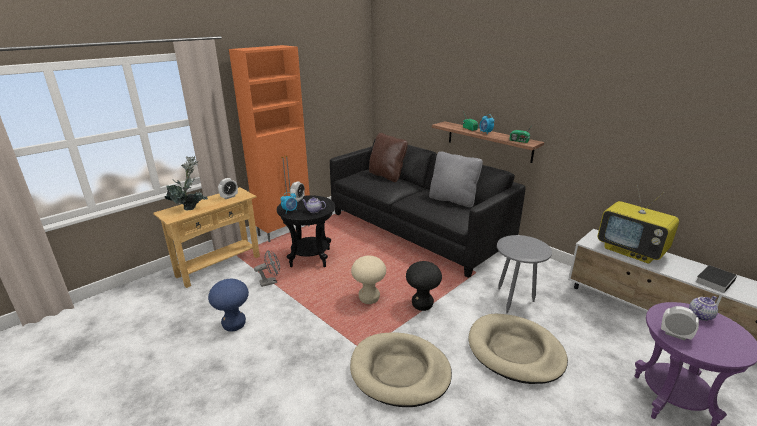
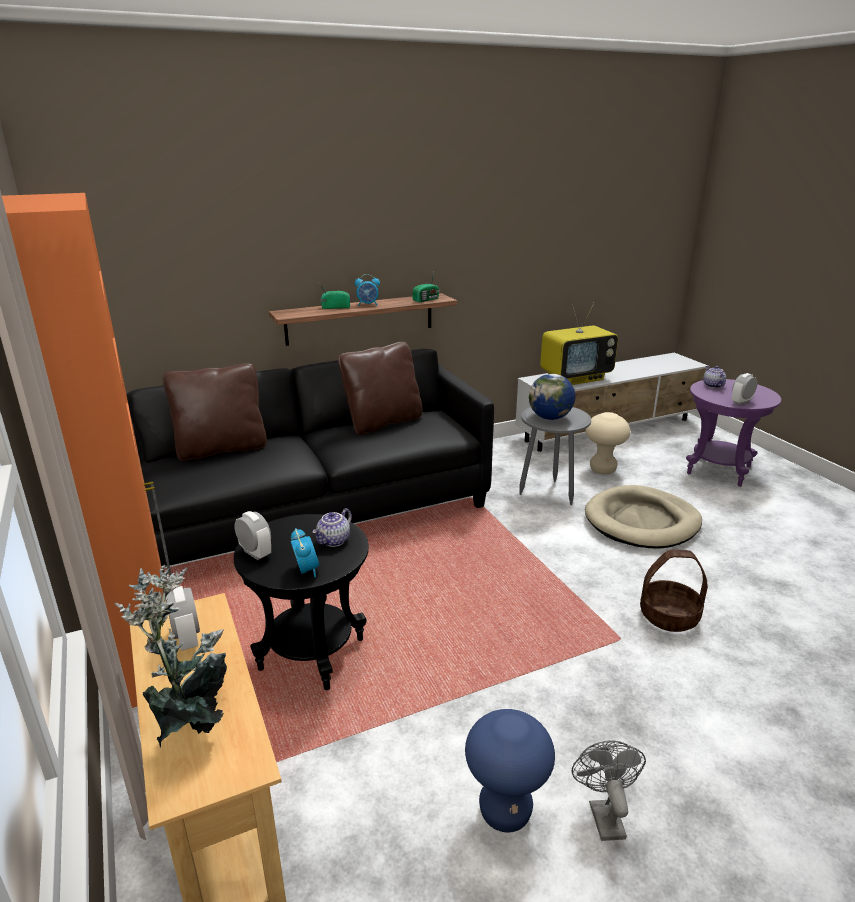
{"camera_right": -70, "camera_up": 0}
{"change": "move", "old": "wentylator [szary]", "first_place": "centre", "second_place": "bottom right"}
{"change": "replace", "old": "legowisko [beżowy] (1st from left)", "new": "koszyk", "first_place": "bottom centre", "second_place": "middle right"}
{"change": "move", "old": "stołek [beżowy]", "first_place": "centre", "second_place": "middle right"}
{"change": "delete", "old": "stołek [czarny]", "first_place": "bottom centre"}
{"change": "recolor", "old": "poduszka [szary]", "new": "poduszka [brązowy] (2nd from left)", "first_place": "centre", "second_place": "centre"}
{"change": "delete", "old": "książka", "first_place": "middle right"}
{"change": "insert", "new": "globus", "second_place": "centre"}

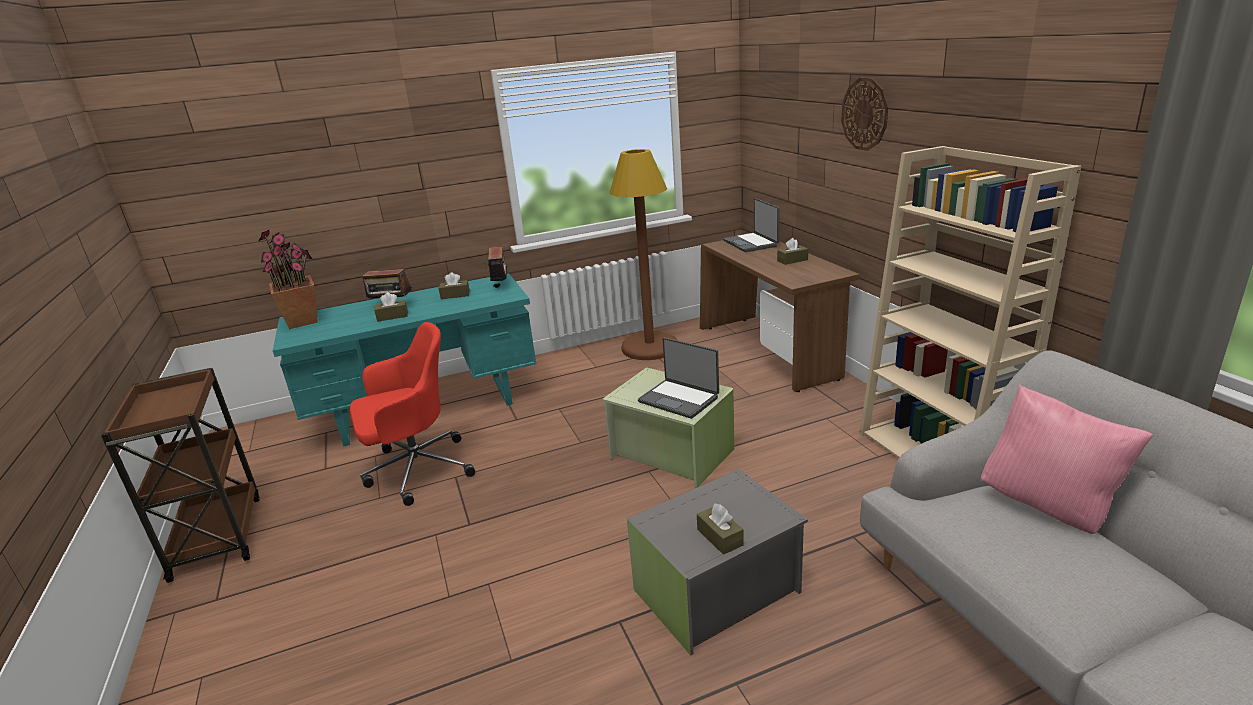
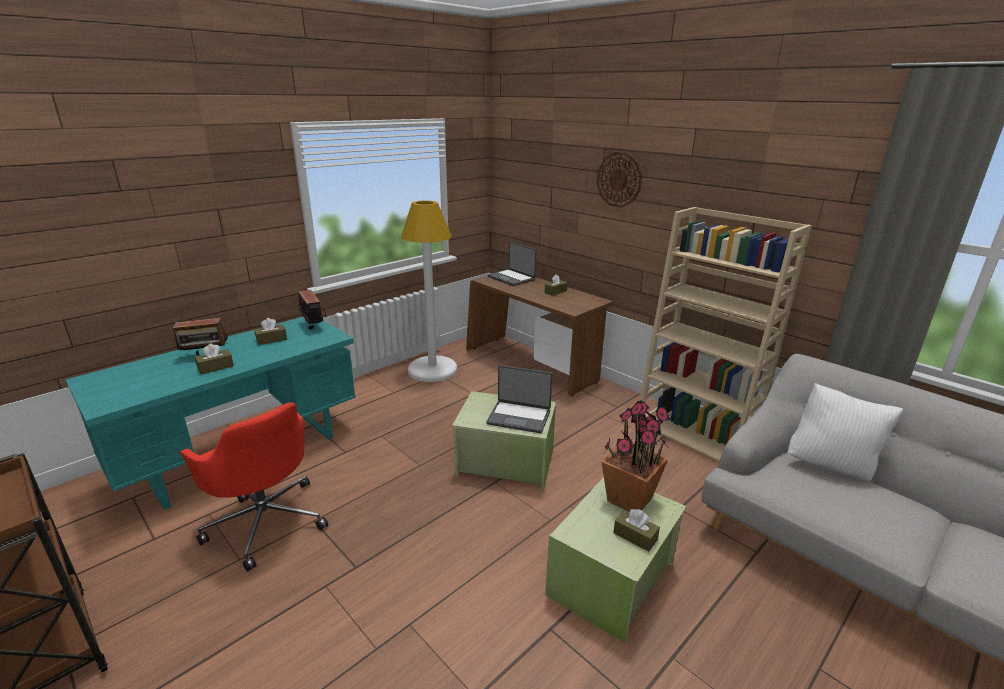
{"camera_right": -25, "camera_up": 0}
{"change": "move", "old": "roślina doniczkowa", "first_place": "middle left", "second_place": "centre"}
{"change": "rotate", "old": "krzesło biurowe [czerwony]", "first_place": "middle left", "second_place": "bottom left", "degrees": 90}
{"change": "recolor", "old": "lampa stojąca [brązowy]", "new": "lampa stojąca [biały]", "first_place": "centre", "second_place": "centre"}
{"change": "recolor", "old": "pojemnik do przechowywania [szary]", "new": "pojemnik do przechowywania [zielony] (2nd from left)", "first_place": "bottom centre", "second_place": "bottom centre"}
{"change": "recolor", "old": "poduszka [różowy]", "new": "poduszka [biały]", "first_place": "middle right", "second_place": "middle right"}

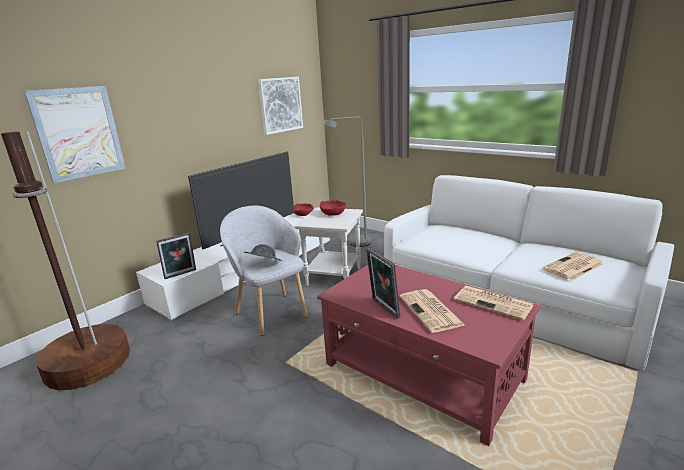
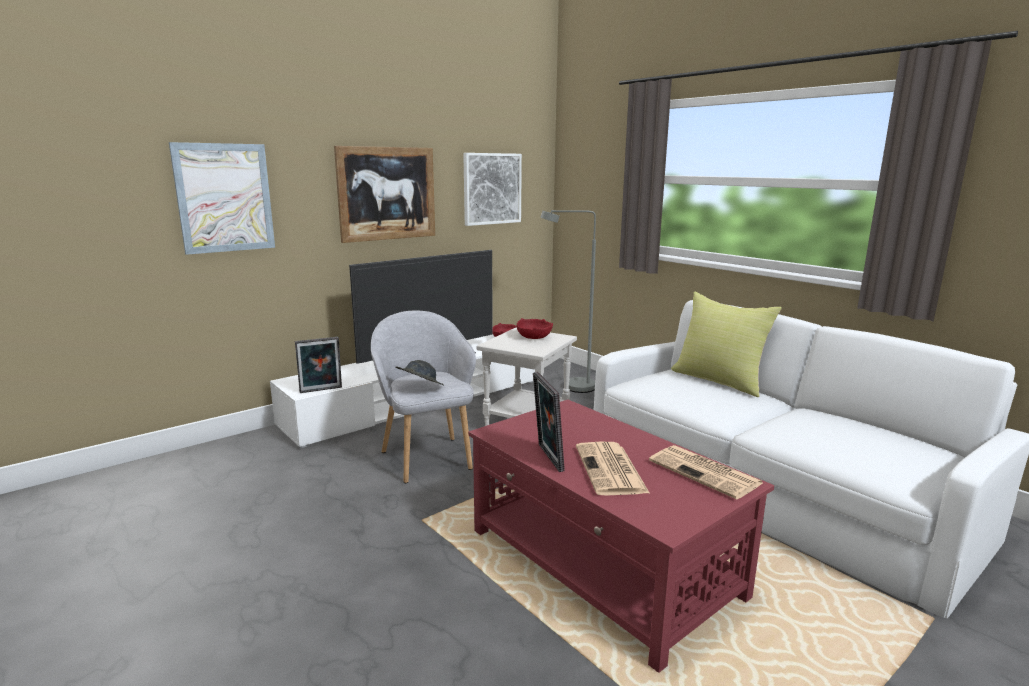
{"camera_right": 10, "camera_up": -5}
{"change": "delete", "old": "lampa stojąca [brązowy]", "first_place": "middle left"}
{"change": "delete", "old": "gazeta (3rd from left)", "first_place": "middle right"}
{"change": "insert", "new": "obraz (2nd from left)", "second_place": "top centre"}
{"change": "insert", "new": "poduszka [żółty]", "second_place": "middle right"}

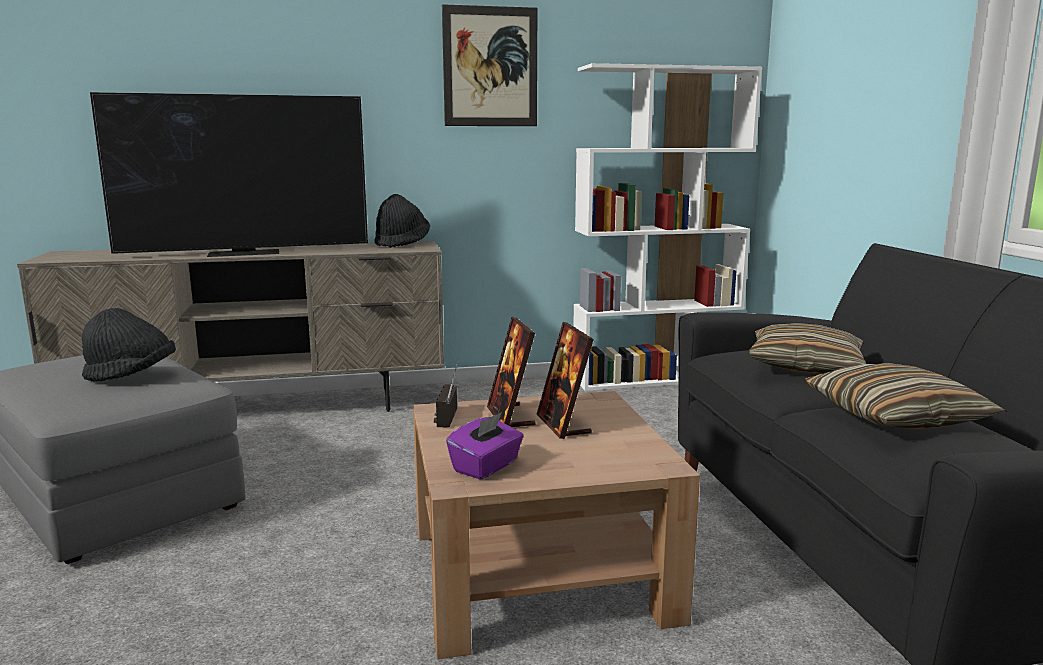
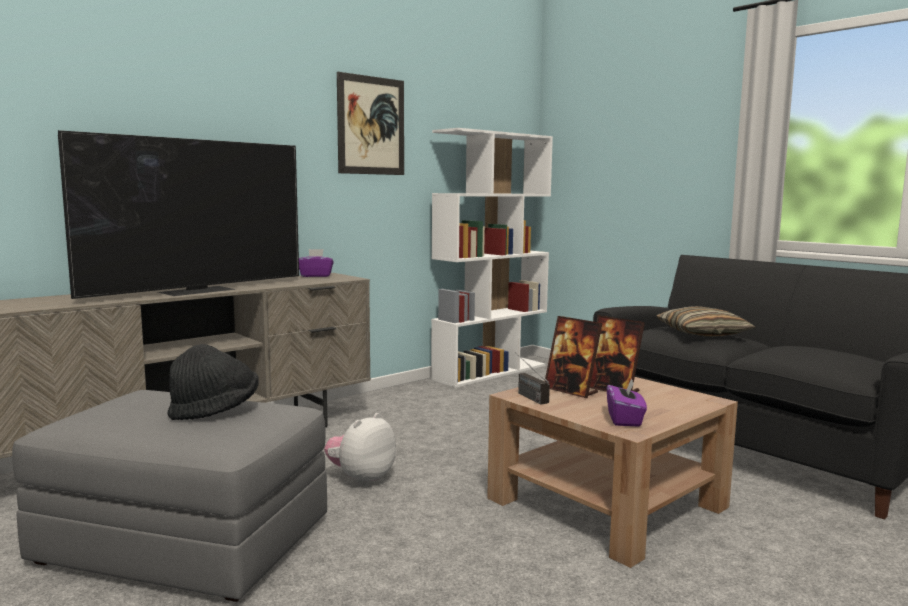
{"camera_right": -30, "camera_up": -5}
{"change": "replace", "old": "kapelusz [czarny] (2nd from left)", "new": "pudełko chusteczek [fioletowy] (1st from left)", "first_place": "top centre", "second_place": "centre"}
{"change": "delete", "old": "poduszka (2nd from left)", "first_place": "middle right"}
{"change": "insert", "new": "pluszak", "second_place": "bottom centre"}

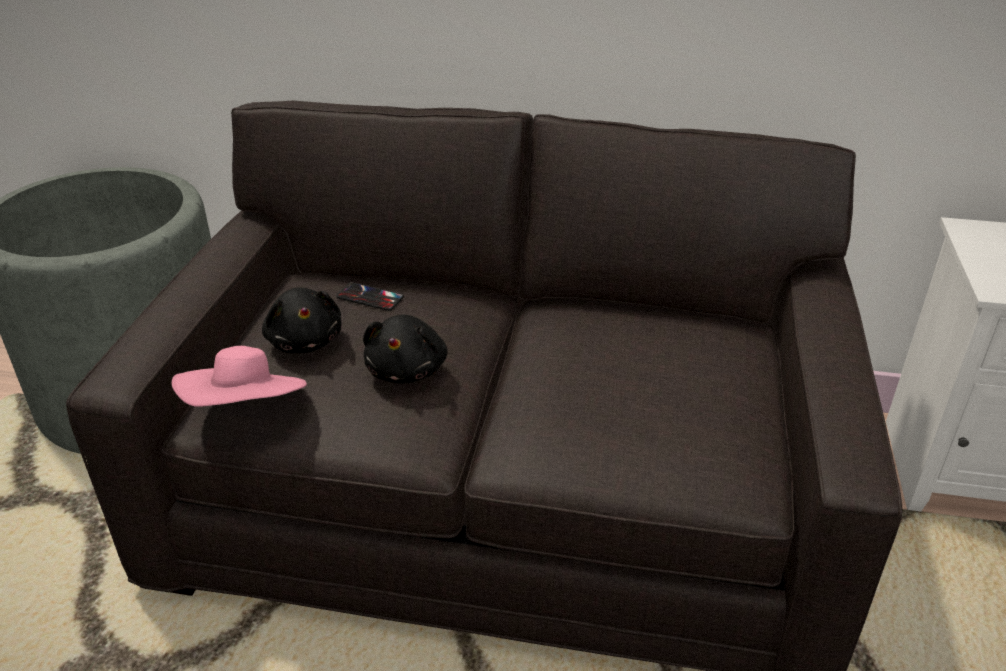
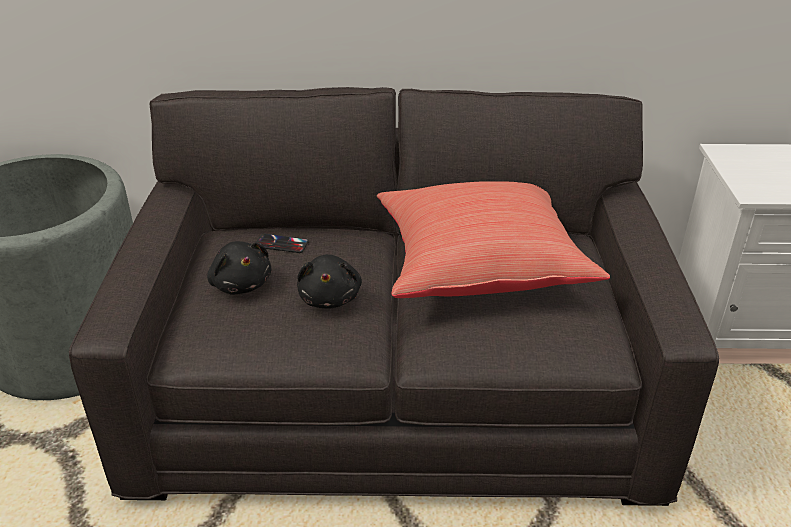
{"camera_right": -10, "camera_up": 0}
{"change": "delete", "old": "kapelusz [różowy]", "first_place": "middle left"}
{"change": "insert", "new": "poduszka [czerwony]", "second_place": "centre"}

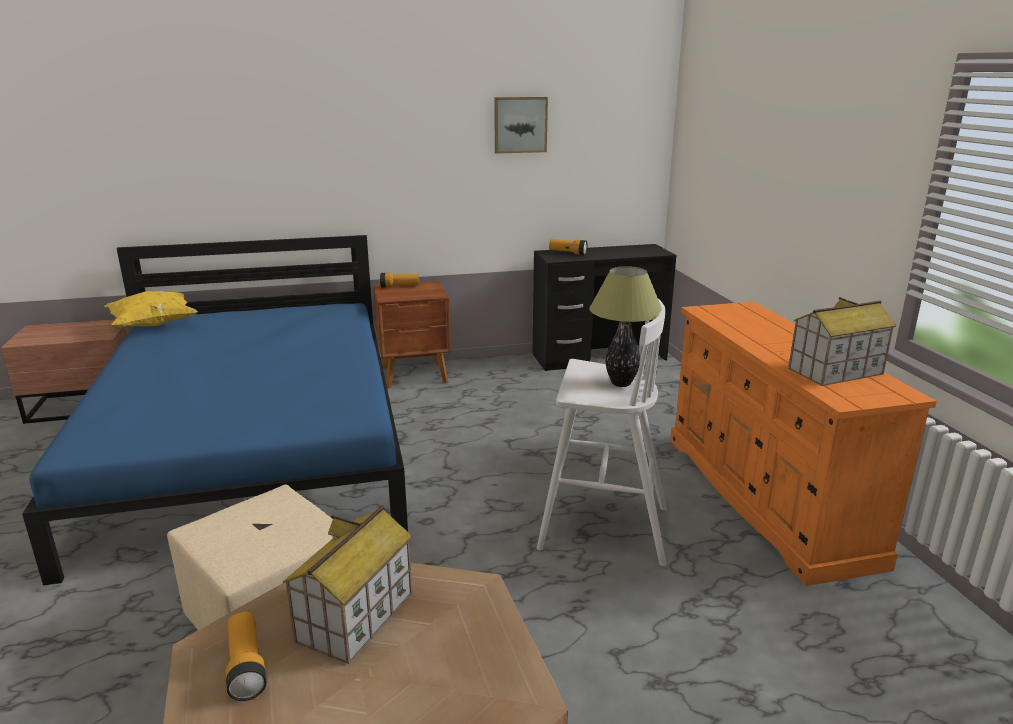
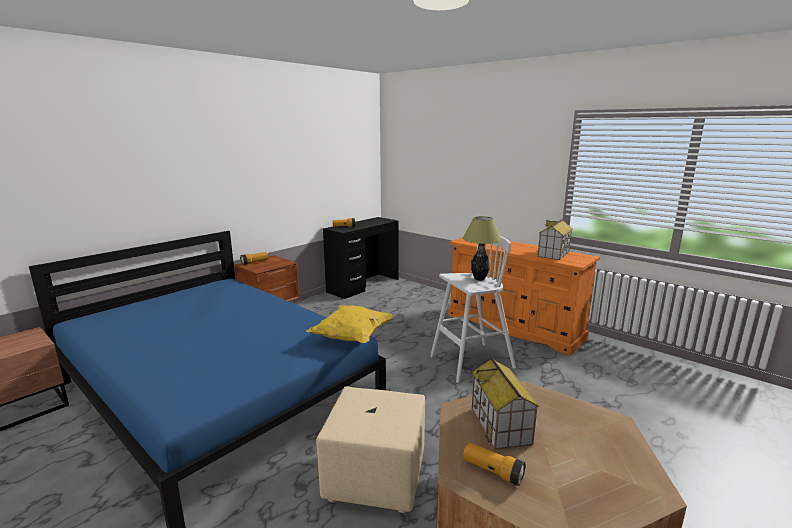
{"camera_right": -35, "camera_up": -5}
{"change": "move", "old": "poduszka [żółty]", "first_place": "middle left", "second_place": "centre"}
{"change": "delete", "old": "obraz", "first_place": "top centre"}

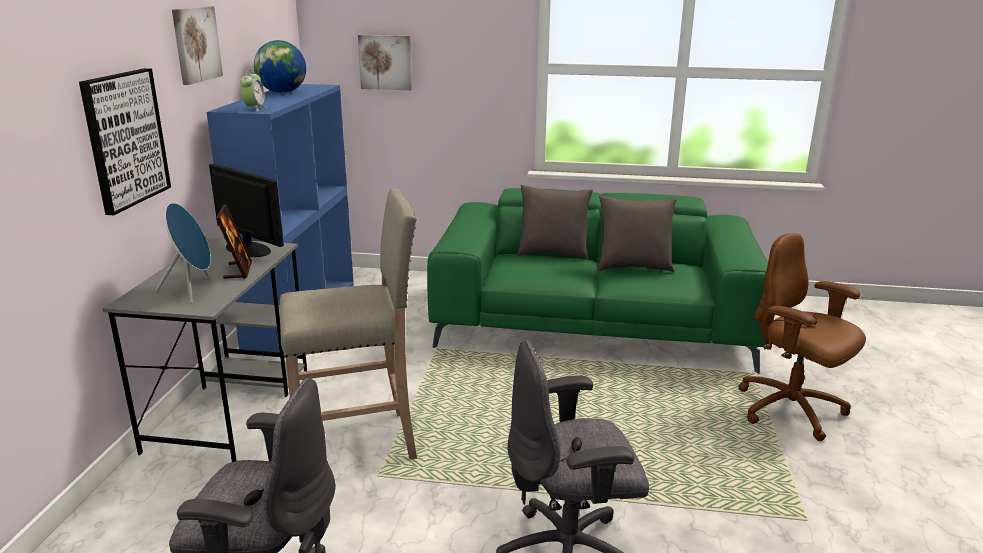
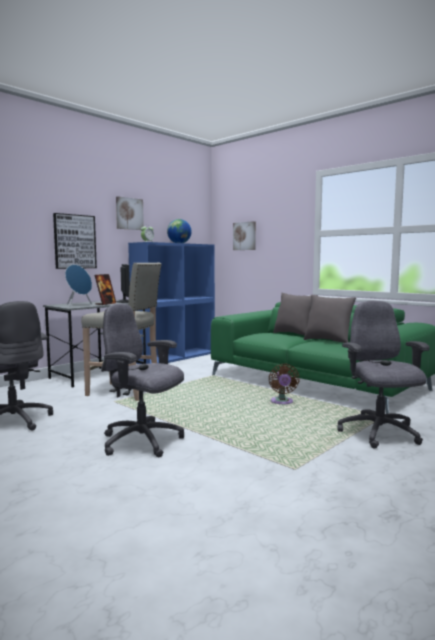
{"camera_right": 35, "camera_up": -15}
{"change": "recolor", "old": "krzesło biurowe [brązowy]", "new": "krzesło biurowe [szary] (3rd from left)", "first_place": "middle right", "second_place": "middle right"}
{"change": "insert", "new": "wentylator [brązowy]", "second_place": "centre"}

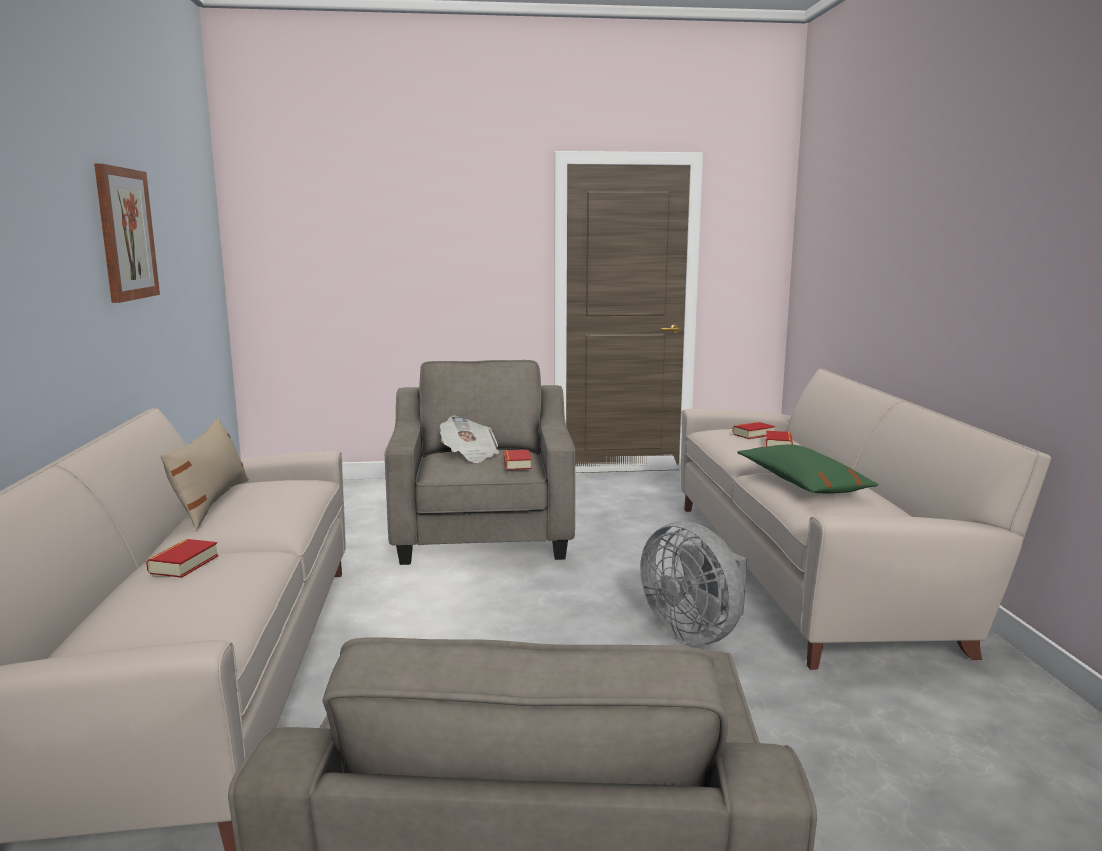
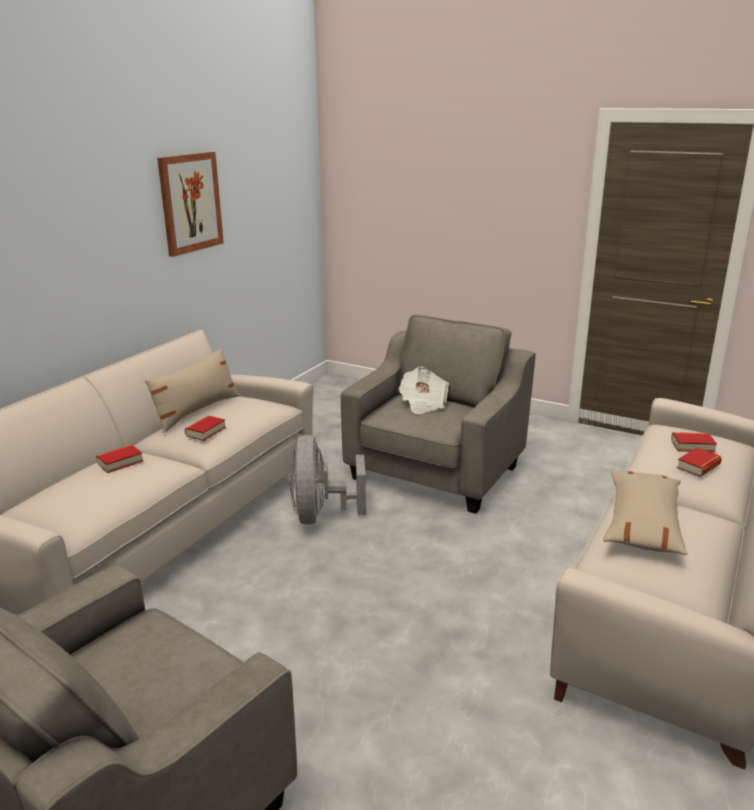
{"camera_right": 35, "camera_up": 10}
{"change": "move", "old": "książka (2nd from left)", "first_place": "centre", "second_place": "middle left"}
{"change": "move", "old": "wentylator [szary]", "first_place": "bottom centre", "second_place": "centre"}
{"change": "recolor", "old": "poduszka [zielony]", "new": "poduszka [beżowy] (2nd from left)", "first_place": "middle right", "second_place": "middle right"}

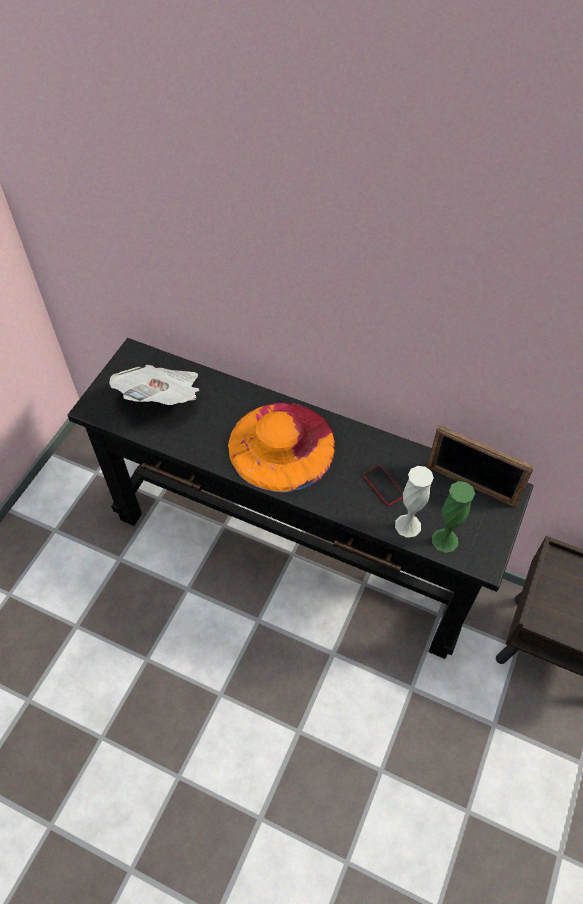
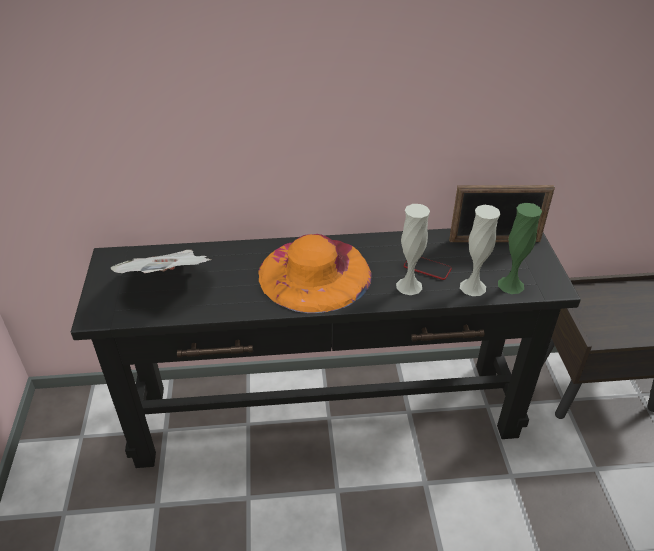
{"camera_right": -30, "camera_up": -15}
{"change": "insert", "new": "wazon [biały] (1st from left)", "second_place": "centre"}

